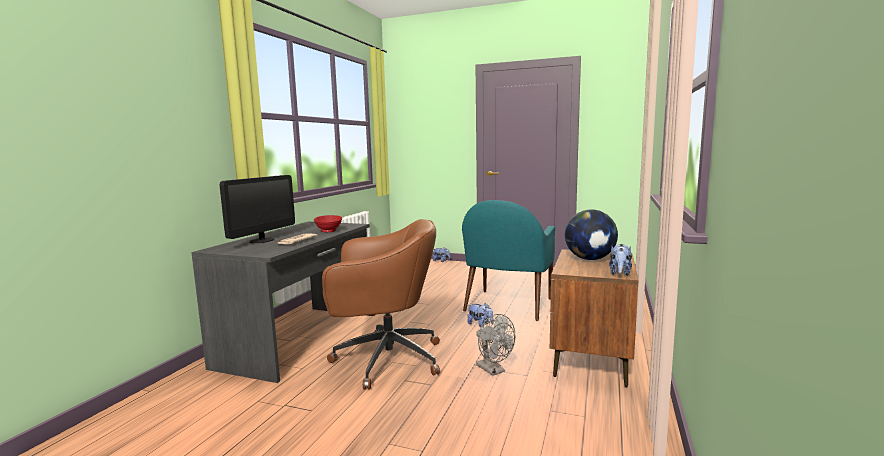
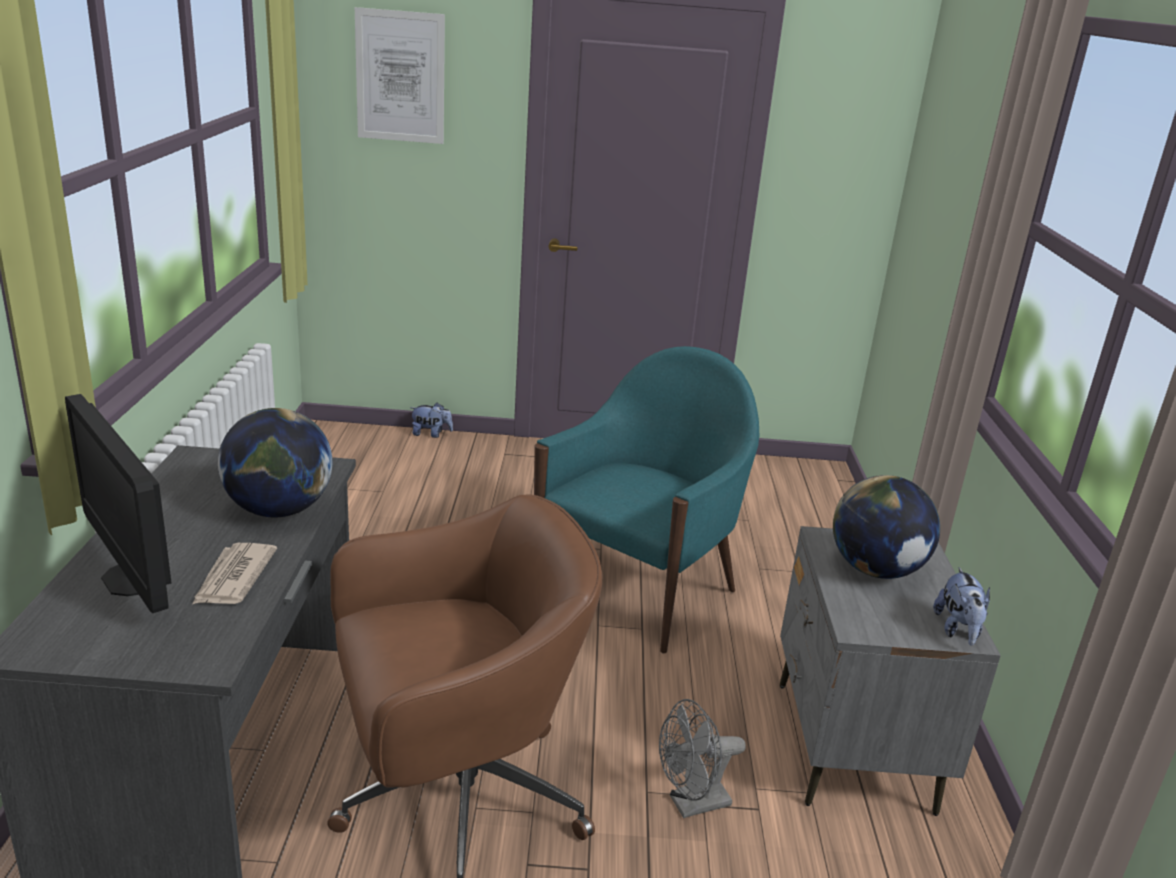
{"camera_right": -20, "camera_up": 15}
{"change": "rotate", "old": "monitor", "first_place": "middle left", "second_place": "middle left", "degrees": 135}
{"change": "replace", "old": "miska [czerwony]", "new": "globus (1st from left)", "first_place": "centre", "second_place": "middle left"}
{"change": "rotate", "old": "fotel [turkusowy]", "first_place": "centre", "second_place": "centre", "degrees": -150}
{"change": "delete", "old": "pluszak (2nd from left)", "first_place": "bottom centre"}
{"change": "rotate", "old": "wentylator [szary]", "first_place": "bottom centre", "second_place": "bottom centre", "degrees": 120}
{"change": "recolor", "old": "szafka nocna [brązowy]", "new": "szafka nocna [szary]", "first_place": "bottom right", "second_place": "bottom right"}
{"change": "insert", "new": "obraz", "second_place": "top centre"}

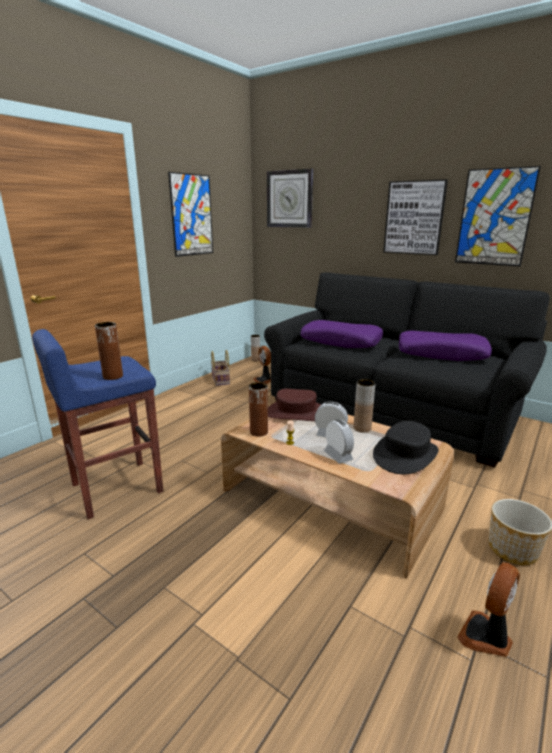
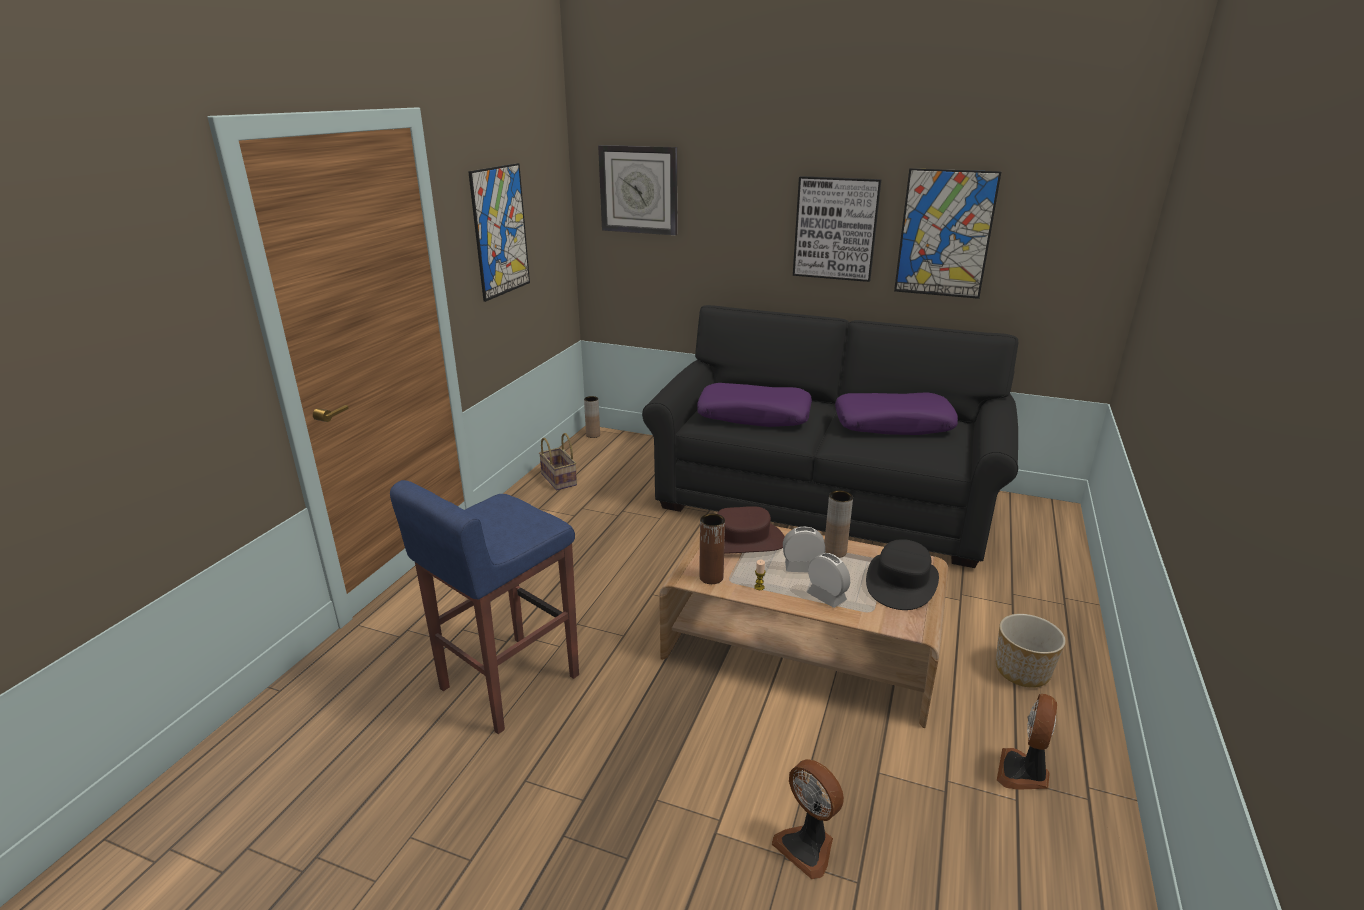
{"camera_right": -15, "camera_up": 5}
{"change": "delete", "old": "wazon [brązowy] (1st from left)", "first_place": "middle left"}
{"change": "move", "old": "wentylator (1st from left)", "first_place": "centre", "second_place": "bottom centre"}

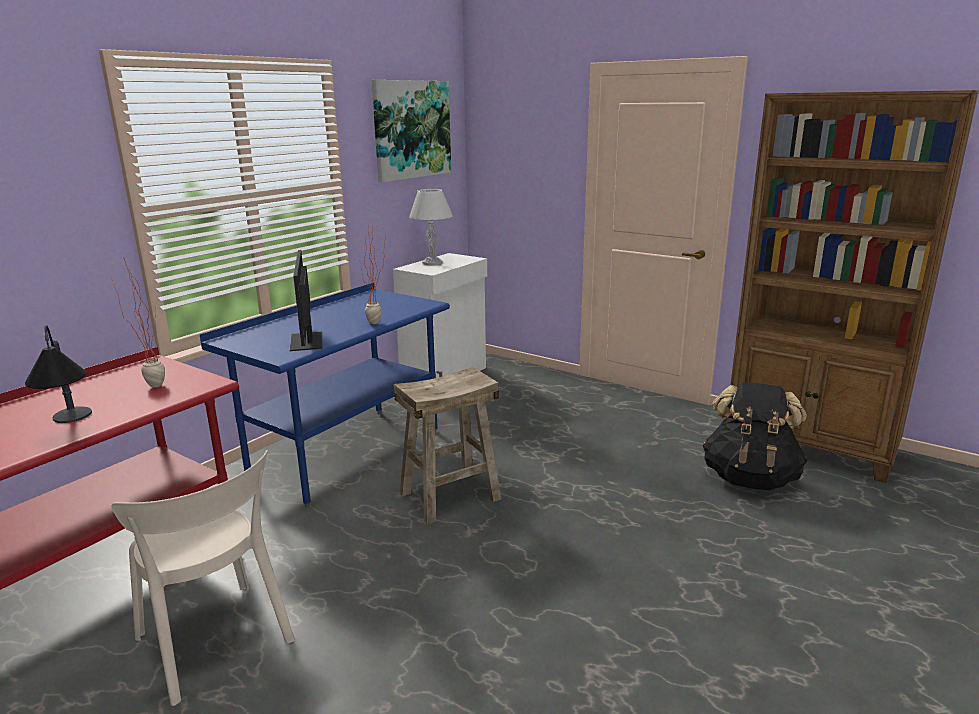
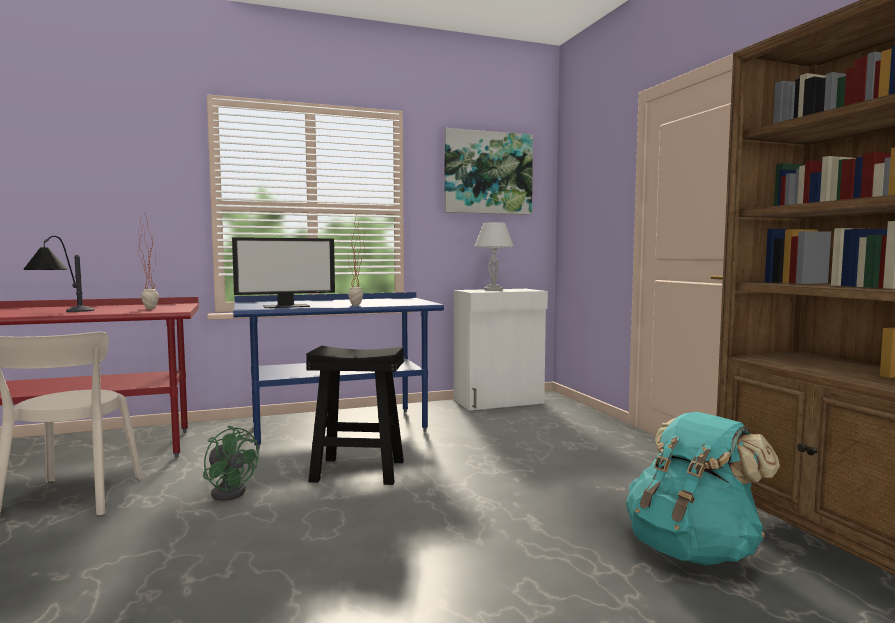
{"camera_right": 35, "camera_up": -15}
{"change": "rotate", "old": "monitor", "first_place": "middle left", "second_place": "middle left", "degrees": -135}
{"change": "recolor", "old": "stołek [beżowy]", "new": "stołek [czarny]", "first_place": "centre", "second_place": "centre"}
{"change": "recolor", "old": "plecak [czarny]", "new": "plecak [turkusowy]", "first_place": "middle right", "second_place": "bottom right"}
{"change": "insert", "new": "wentylator [zielony]", "second_place": "bottom left"}

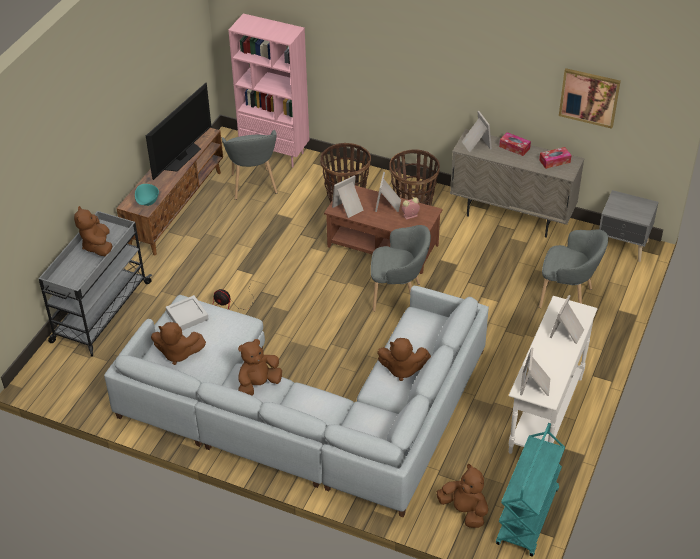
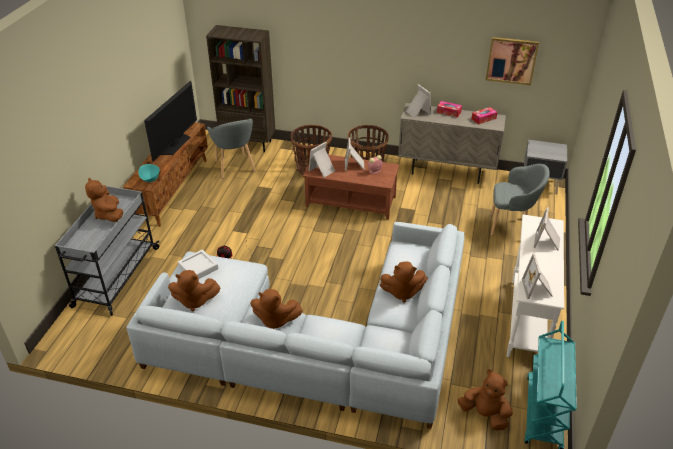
{"camera_right": -10, "camera_up": -5}
{"change": "recolor", "old": "regał [różowy]", "new": "regał [brązowy]", "first_place": "top centre", "second_place": "top centre"}
{"change": "rotate", "old": "pluszak [brązowy] (3rd from left)", "first_place": "centre", "second_place": "bottom centre", "degrees": -120}
{"change": "delete", "old": "fotel [szary] (2nd from left)", "first_place": "centre"}

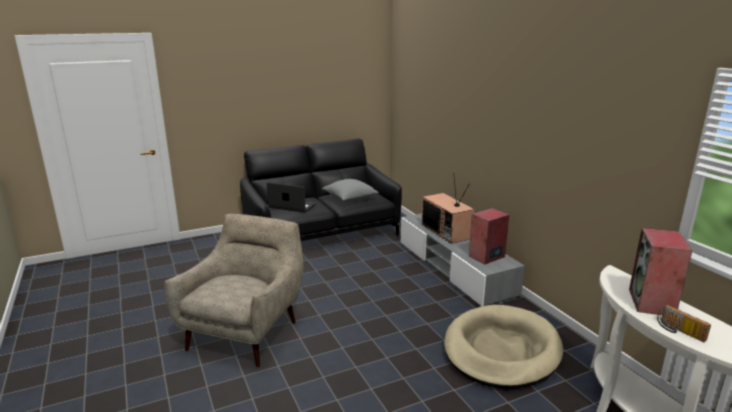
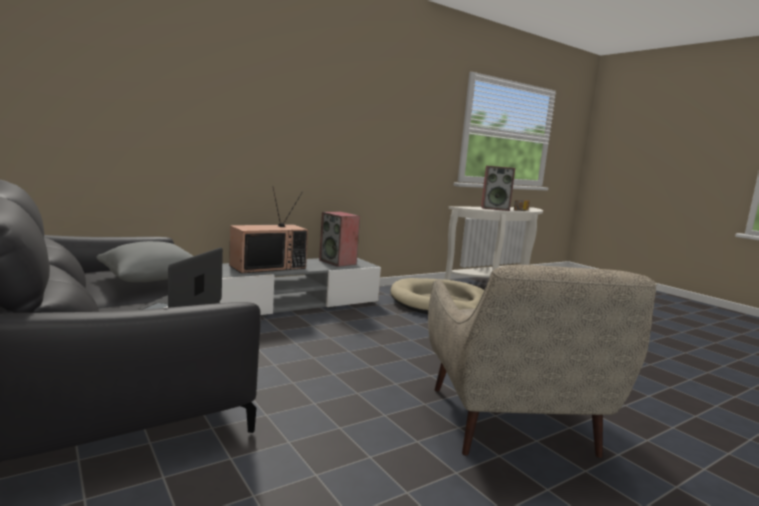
{"camera_right": -100, "camera_up": -10}
{"change": "rotate", "old": "fotel [beżowy]", "first_place": "bottom left", "second_place": "bottom right", "degrees": -105}

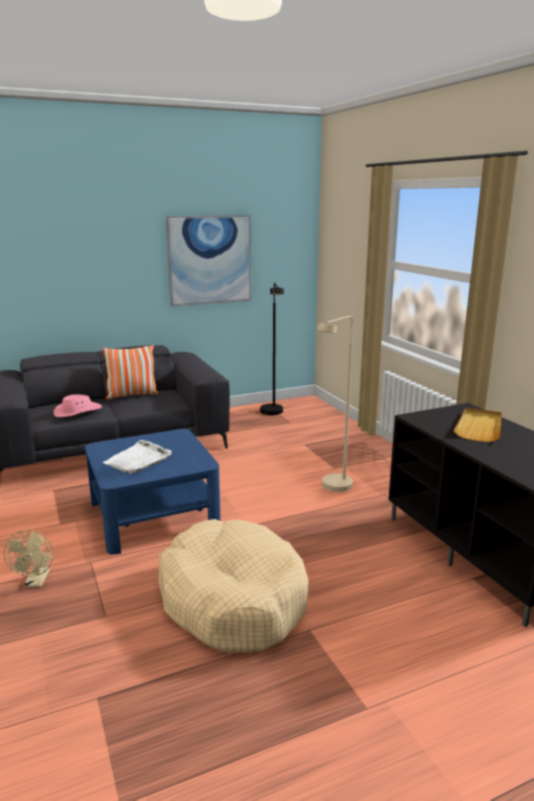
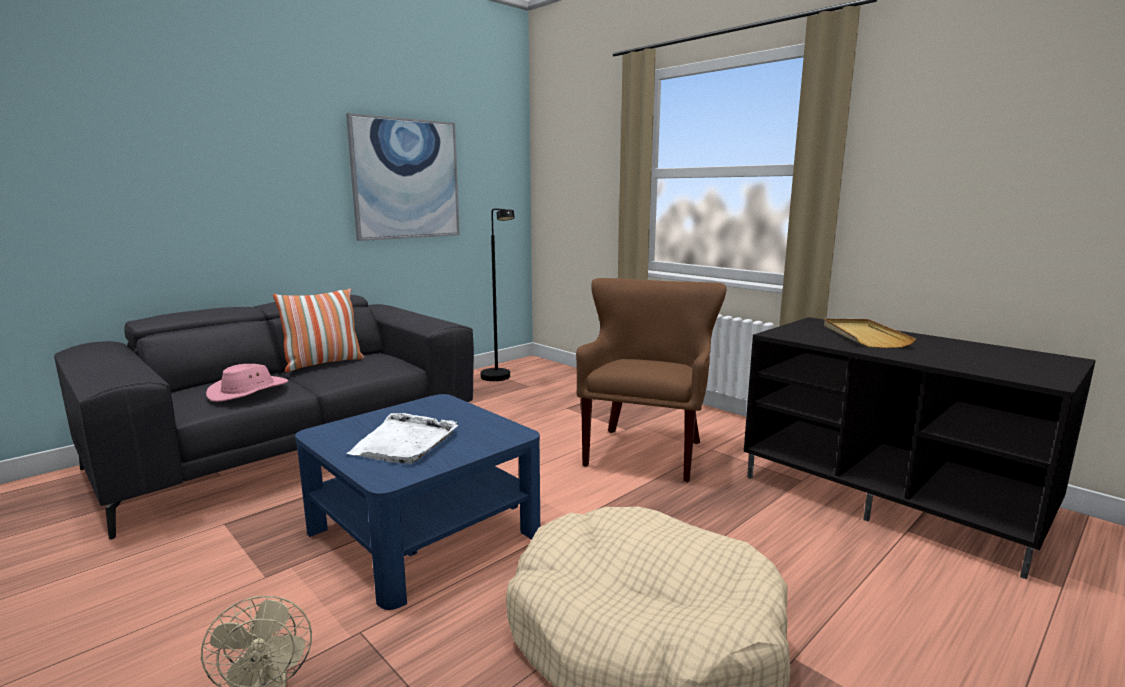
{"camera_right": -20, "camera_up": -5}
{"change": "replace", "old": "lampa stojąca [beżowy]", "new": "fotel [brązowy]", "first_place": "centre", "second_place": "centre"}

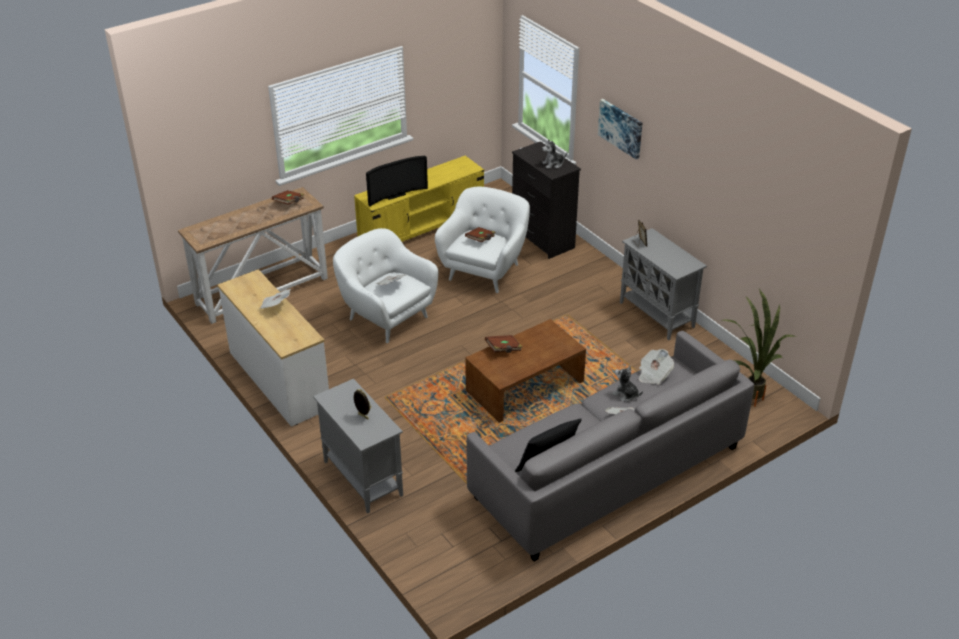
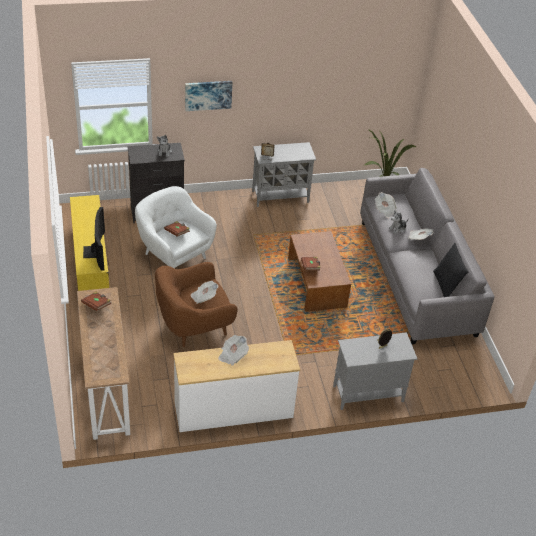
{"camera_right": -70, "camera_up": 5}
{"change": "recolor", "old": "fotel [biały] (1st from left)", "new": "fotel [brązowy]", "first_place": "centre", "second_place": "centre"}

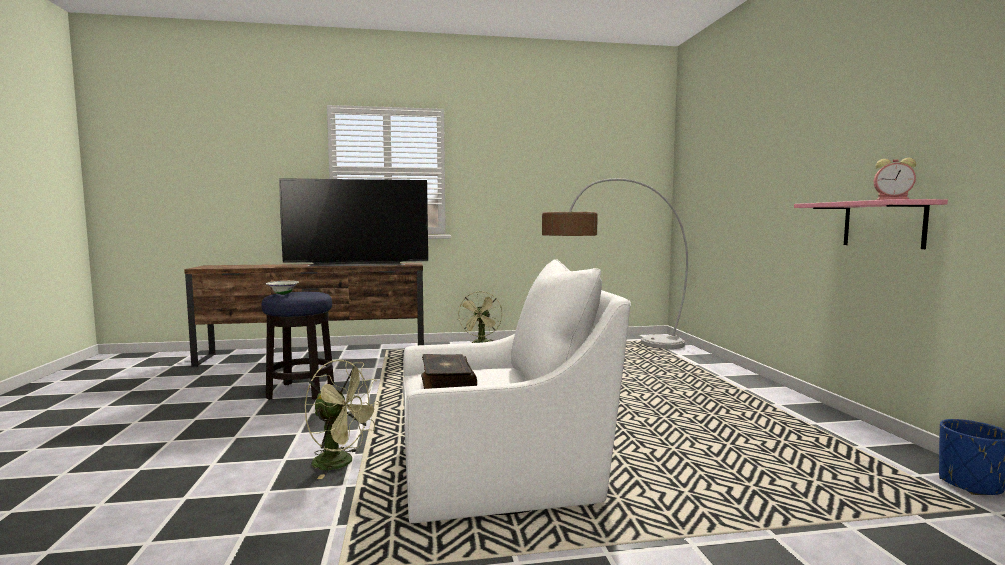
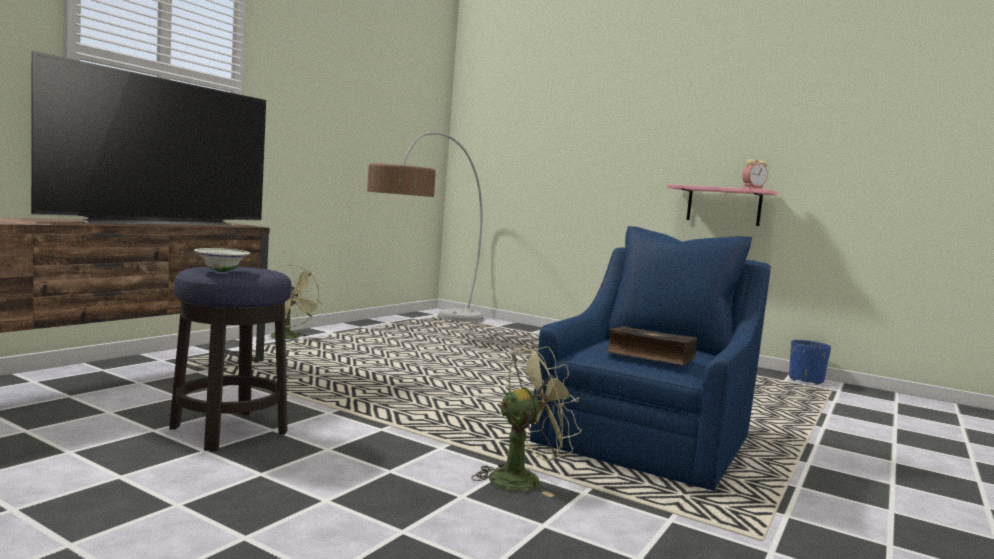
{"camera_right": -50, "camera_up": 0}
{"change": "recolor", "old": "fotel [biały]", "new": "fotel [niebieski]", "first_place": "bottom centre", "second_place": "centre"}

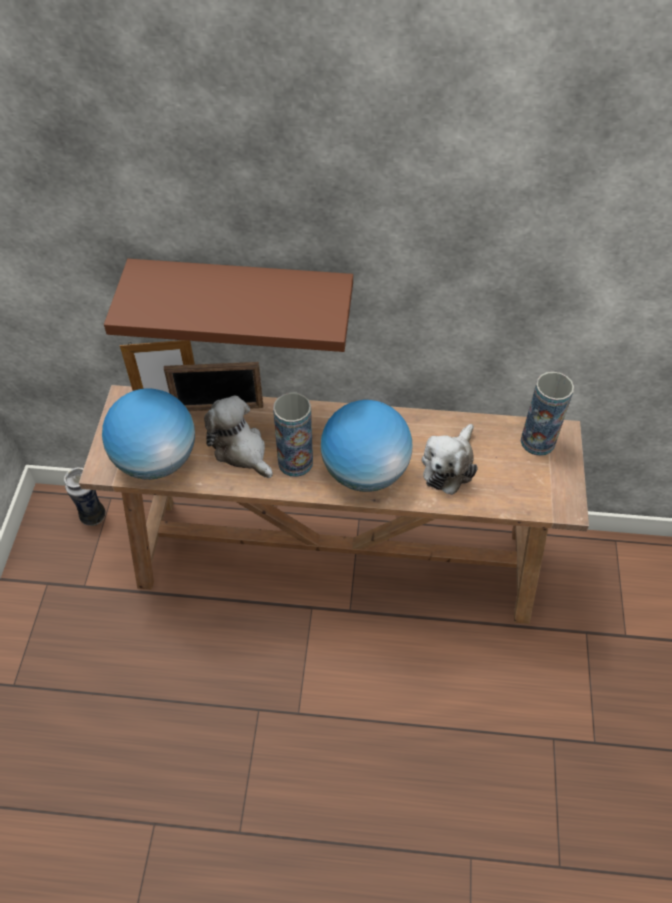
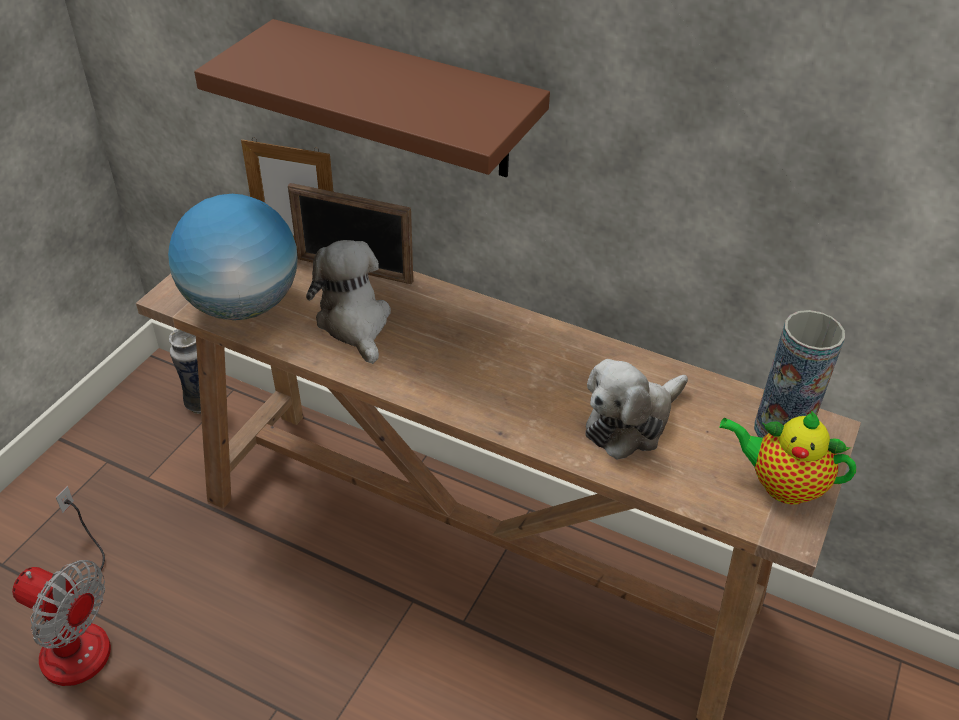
{"camera_right": 20, "camera_up": -10}
{"change": "delete", "old": "wazon (2nd from left)", "first_place": "centre"}
{"change": "delete", "old": "globus (2nd from left)", "first_place": "centre"}
{"change": "insert", "new": "wentylator", "second_place": "bottom left"}
{"change": "insert", "new": "imbryk", "second_place": "middle right"}

